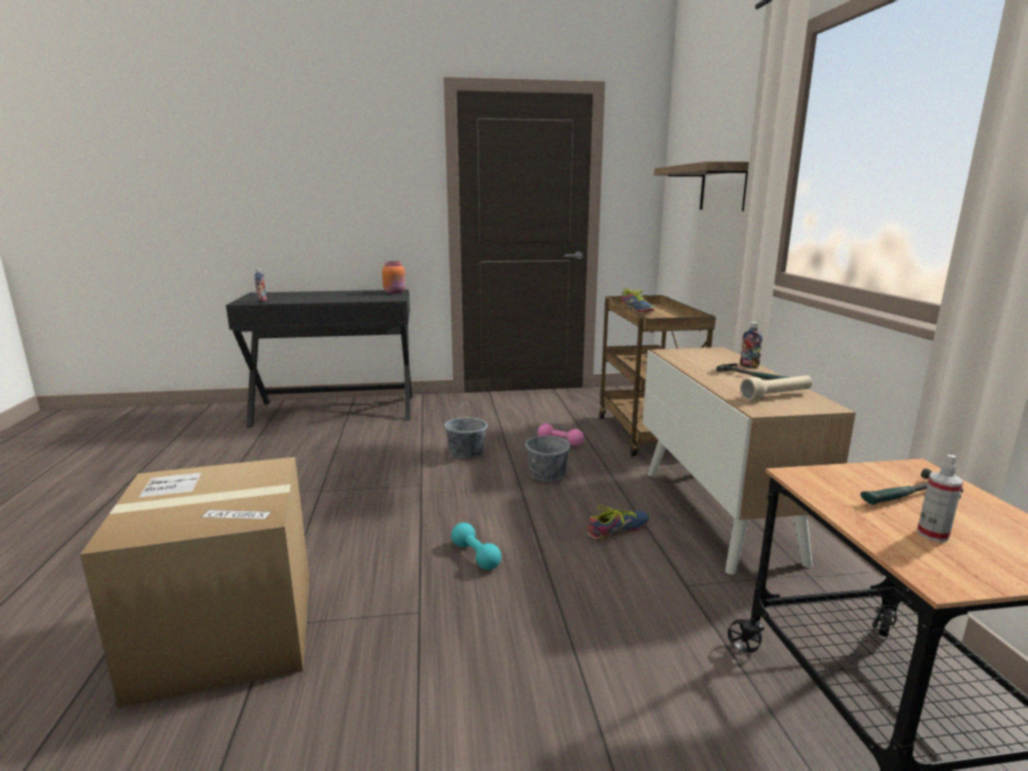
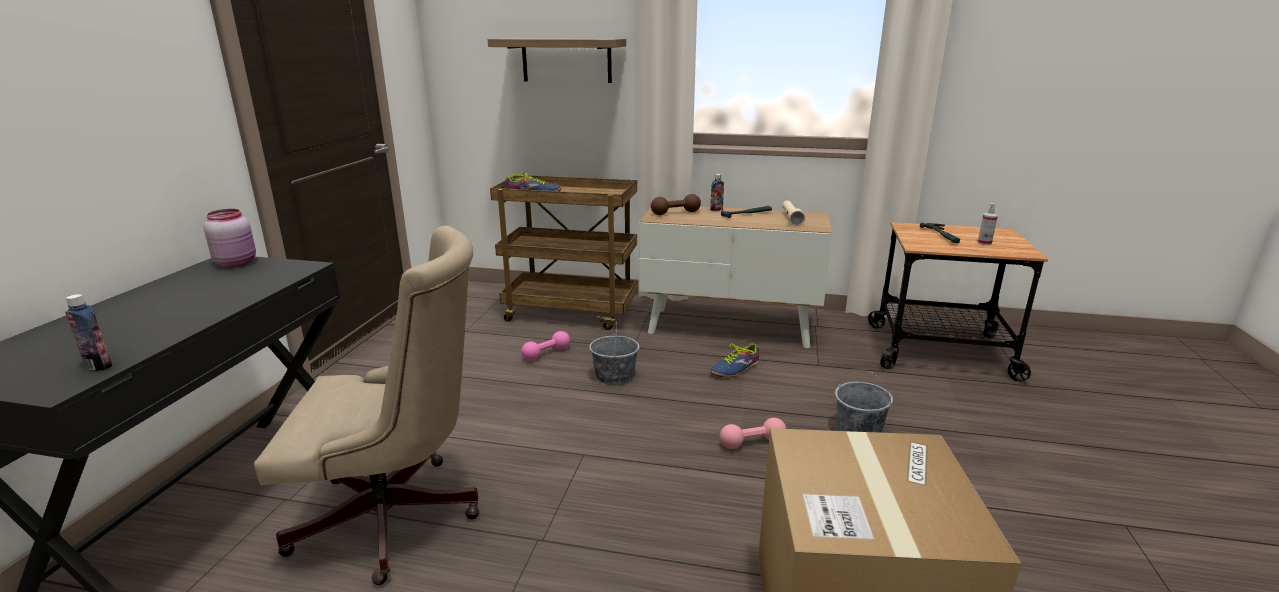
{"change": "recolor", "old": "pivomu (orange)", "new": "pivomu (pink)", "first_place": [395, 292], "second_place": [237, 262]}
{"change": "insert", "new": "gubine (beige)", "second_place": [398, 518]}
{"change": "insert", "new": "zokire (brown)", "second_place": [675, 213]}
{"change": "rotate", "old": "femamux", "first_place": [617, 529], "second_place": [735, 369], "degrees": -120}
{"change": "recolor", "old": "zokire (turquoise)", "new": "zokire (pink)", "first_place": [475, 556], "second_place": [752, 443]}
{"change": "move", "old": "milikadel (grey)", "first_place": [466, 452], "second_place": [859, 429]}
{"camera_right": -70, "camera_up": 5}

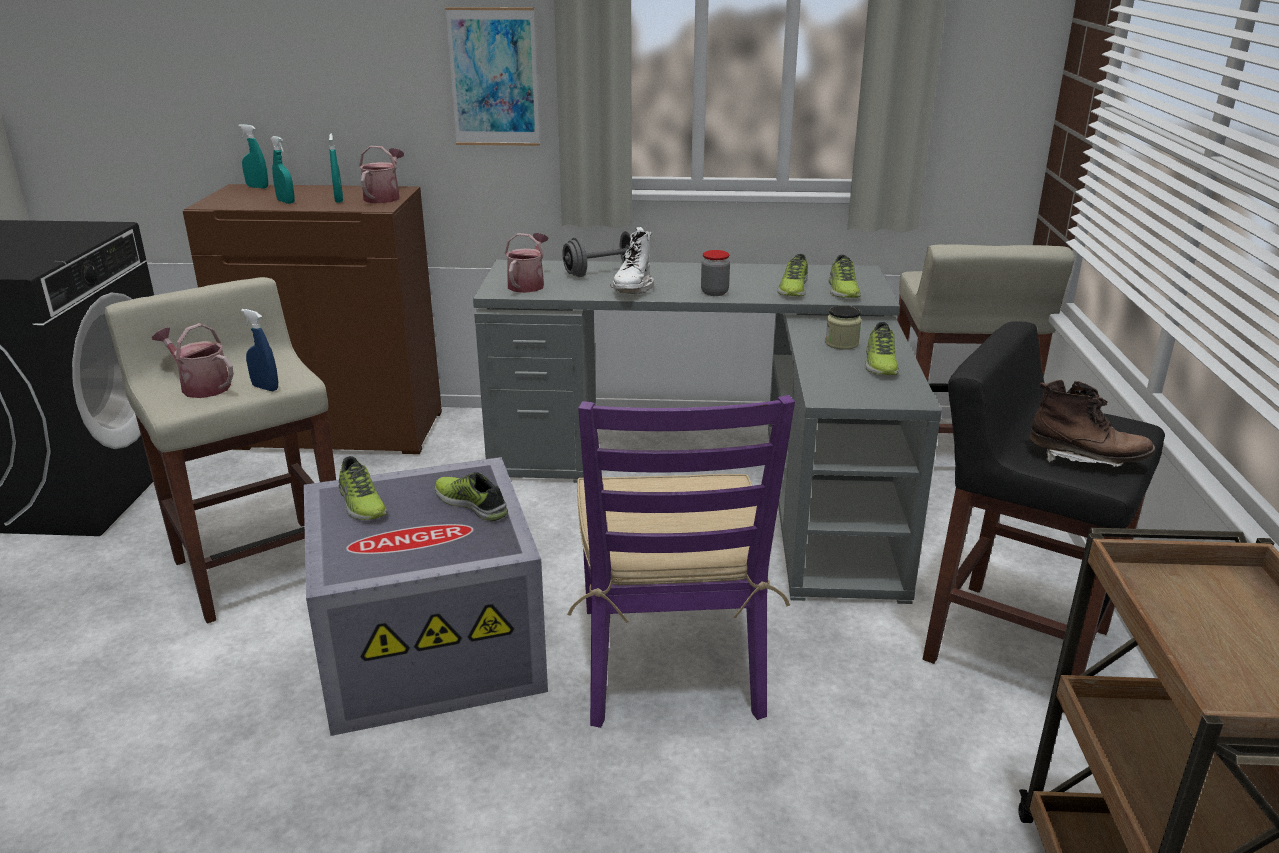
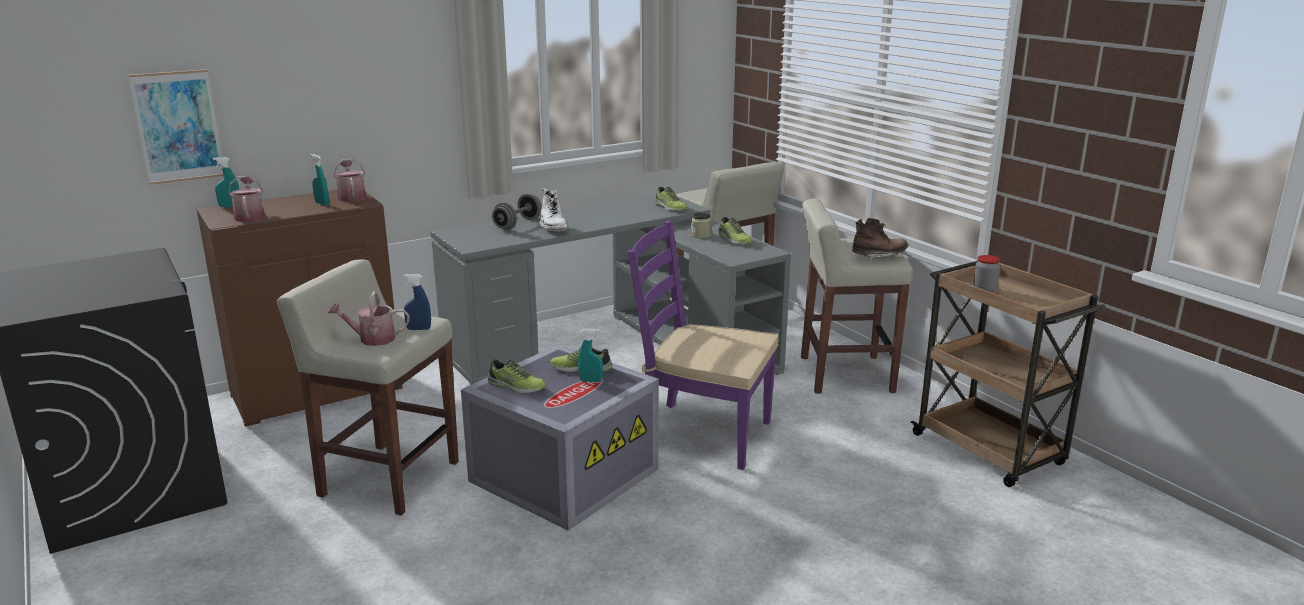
{"change": "move", "old": "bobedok", "first_place": [494, 77], "second_place": [178, 126]}
{"change": "move", "old": "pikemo", "first_place": [528, 284], "second_place": [250, 216]}
{"change": "move", "old": "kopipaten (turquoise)", "first_place": [286, 202], "second_place": [590, 381]}
{"change": "rotate", "old": "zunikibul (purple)", "first_place": [670, 661], "second_place": [702, 434], "degrees": 150}
{"change": "recolor", "old": "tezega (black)", "new": "tezega (beige)", "first_place": [1013, 644], "second_place": [844, 374]}
{"change": "move", "old": "pivomu", "first_place": [714, 292], "second_place": [984, 289]}
{"change": "delete", "old": "femamux", "first_place": [793, 289]}
{"camera_right": -35, "camera_up": -5}

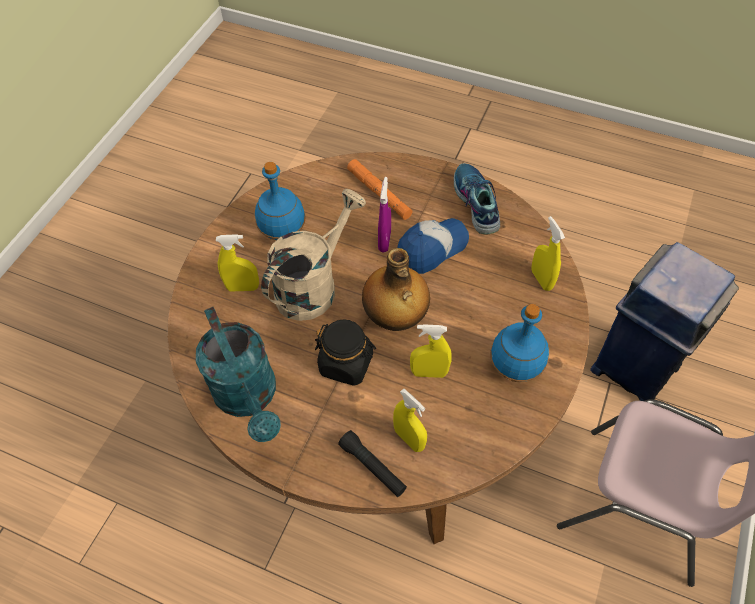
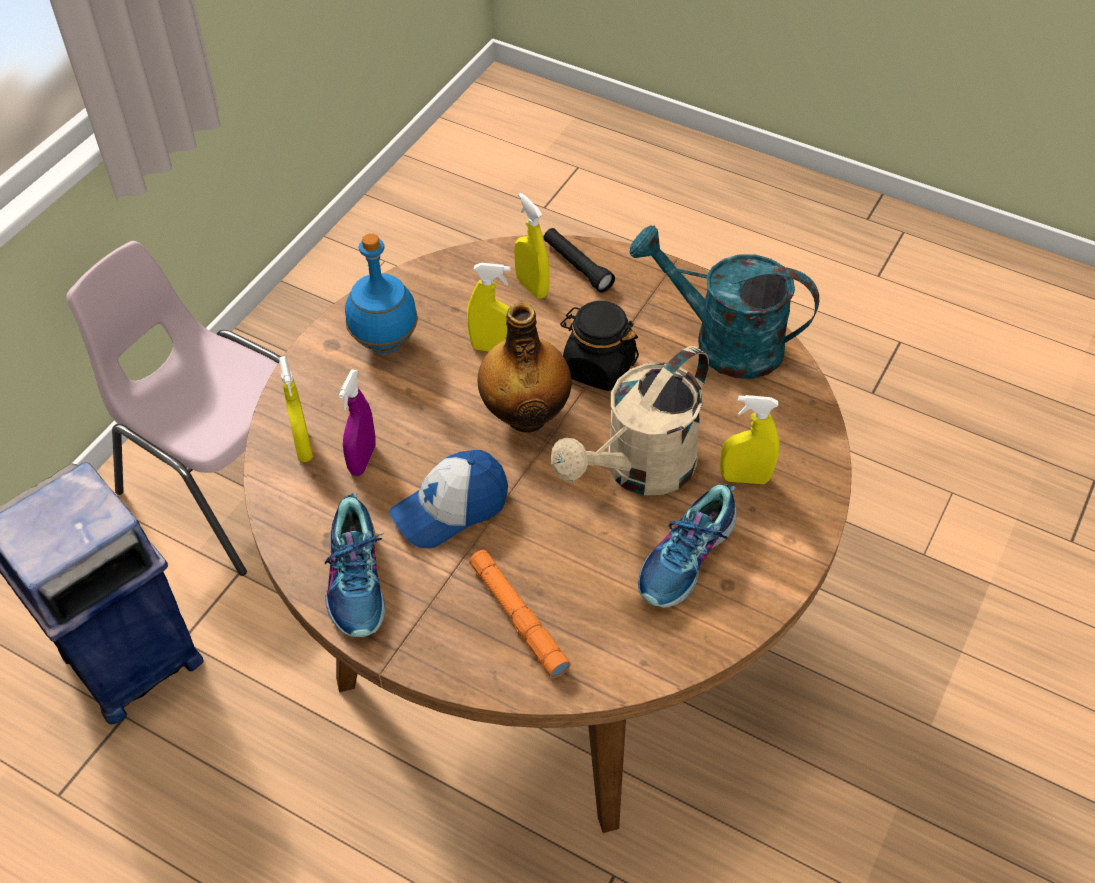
{"change": "move", "old": "kopipaten (purple)", "first_place": [384, 241], "second_place": [362, 459]}
{"change": "rotate", "old": "pikemo (turquoise)", "first_place": [249, 397], "second_place": [722, 342], "degrees": -45}
{"change": "replace", "old": "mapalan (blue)", "new": "femamux", "first_place": [282, 234], "second_place": [688, 558]}
{"camera_right": -175, "camera_up": -5}

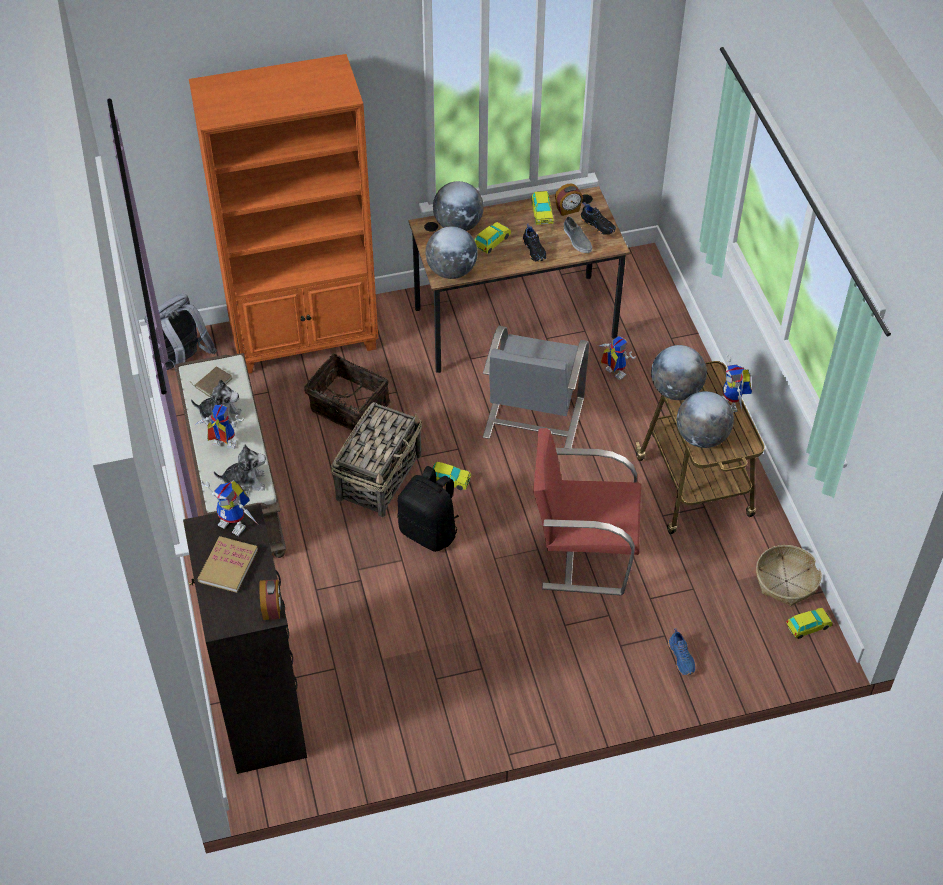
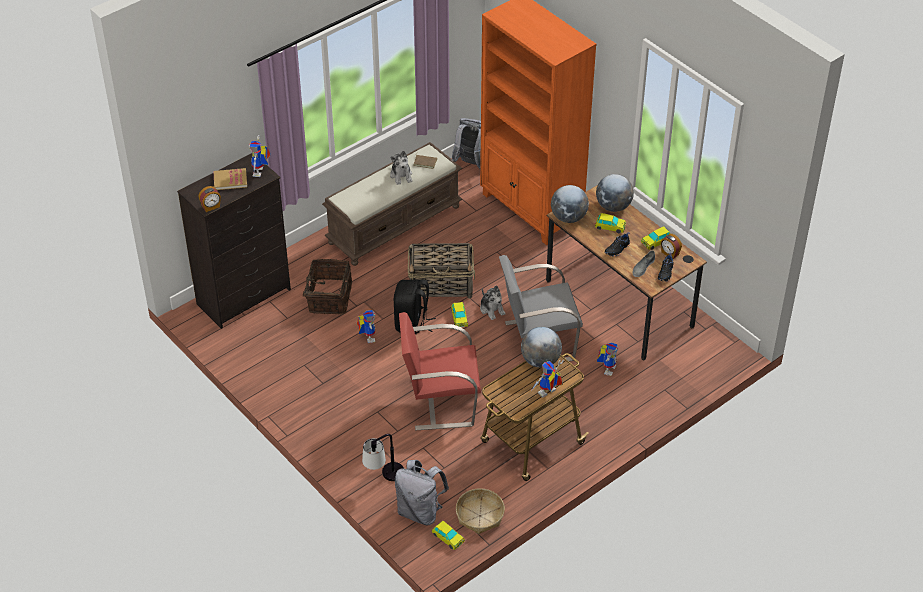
{"change": "move", "old": "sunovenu", "first_place": [348, 408], "second_place": [328, 297]}
{"change": "move", "old": "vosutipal", "first_place": [221, 445], "second_place": [367, 336]}
{"change": "replace", "old": "femamux (blue)", "new": "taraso", "first_place": [682, 658], "second_place": [384, 478]}
{"change": "insert", "new": "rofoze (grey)", "second_place": [420, 511]}
{"change": "rotate", "old": "zunikibul (red)", "first_place": [582, 553], "second_place": [440, 402], "degrees": -75}
{"change": "move", "old": "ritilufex", "first_place": [245, 482], "second_place": [492, 309]}
{"change": "delete", "old": "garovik", "first_place": [701, 437]}
{"camera_right": 65, "camera_up": -5}

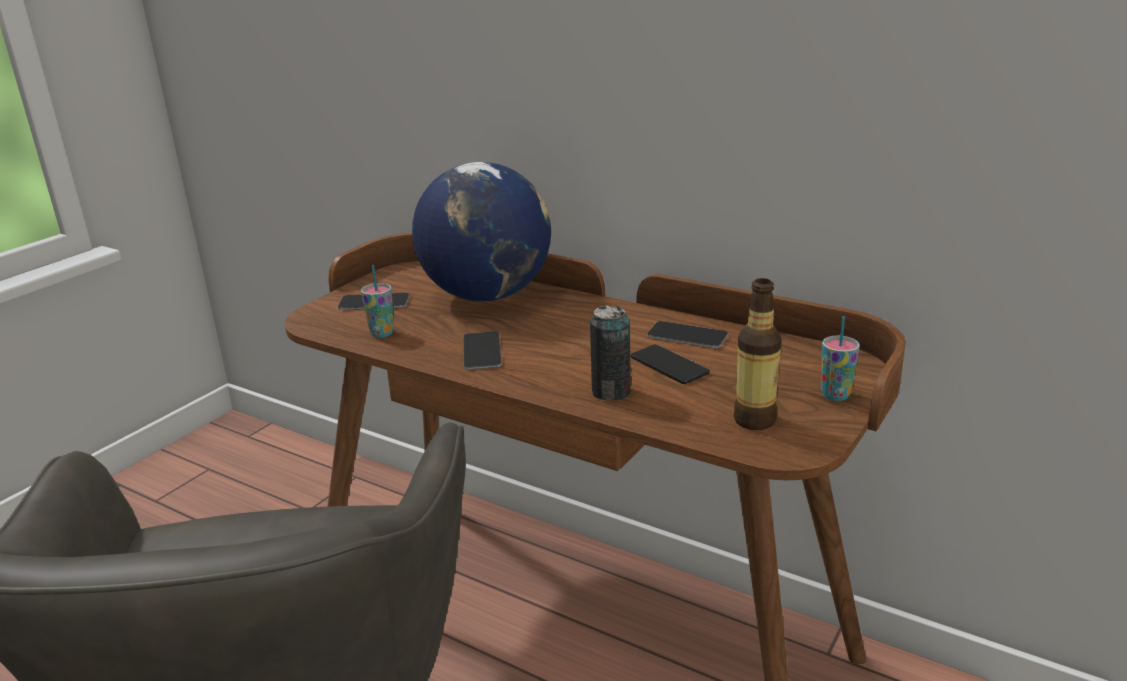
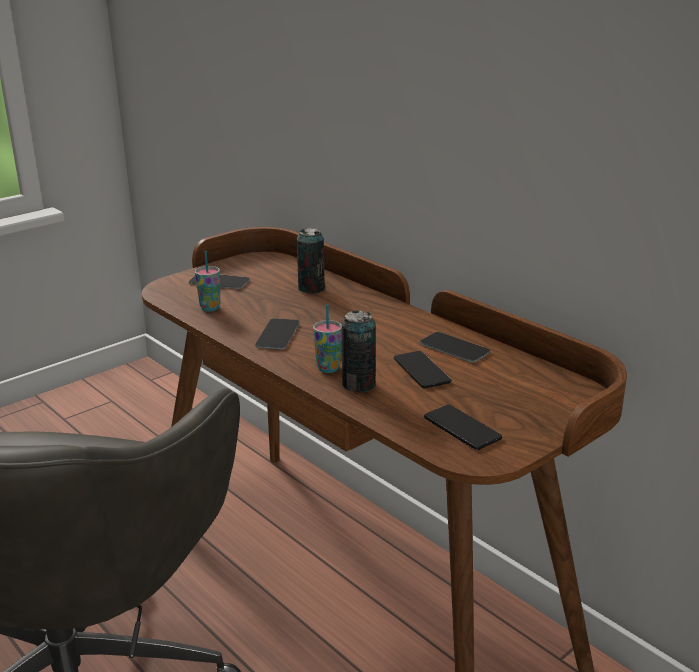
{"change": "replace", "old": "garovik", "new": "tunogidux", "first_place": [487, 295], "second_place": [311, 289]}
{"change": "move", "old": "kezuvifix", "first_place": [835, 395], "second_place": [328, 368]}
{"change": "replace", "old": "mapalan", "new": "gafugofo", "first_place": [754, 420], "second_place": [462, 428]}
{"camera_right": 15, "camera_up": 0}

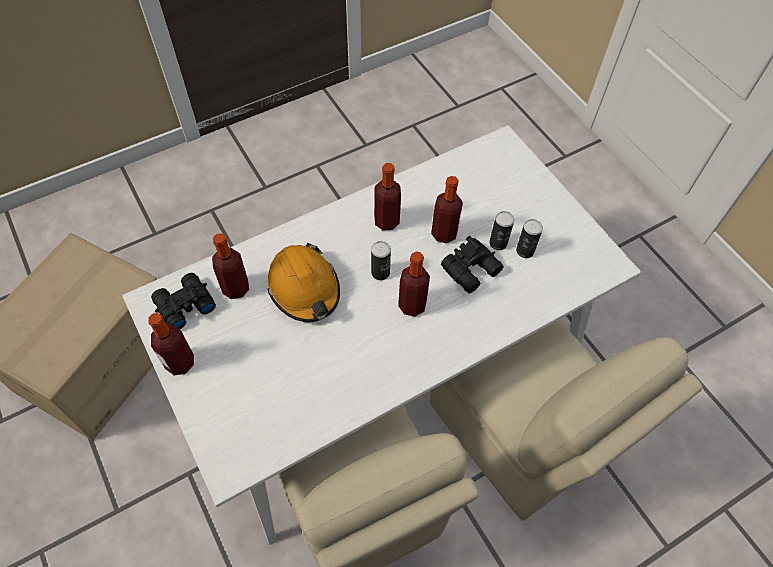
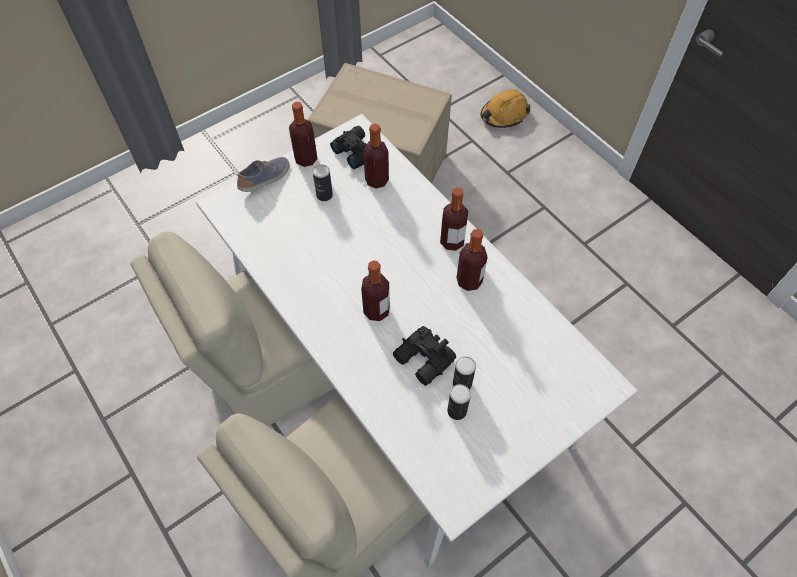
{"change": "insert", "new": "femamux", "second_place": [265, 179]}
{"change": "move", "old": "tunogidux", "first_place": [380, 272], "second_place": [324, 195]}
{"change": "move", "old": "mapalan", "first_place": [444, 233], "second_place": [452, 241]}
{"change": "move", "old": "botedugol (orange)", "first_place": [304, 288], "second_place": [504, 115]}
{"camera_right": 85, "camera_up": 0}

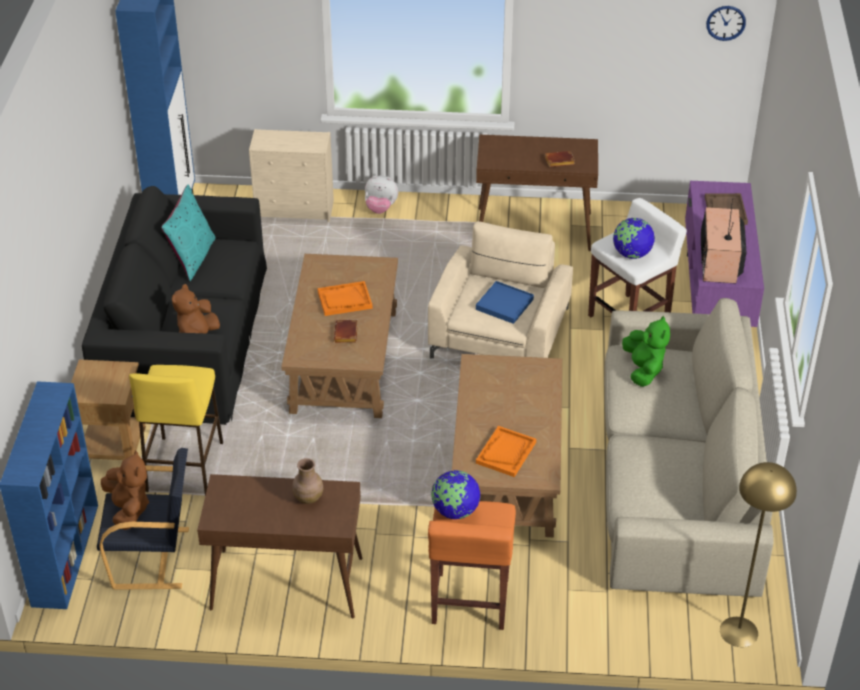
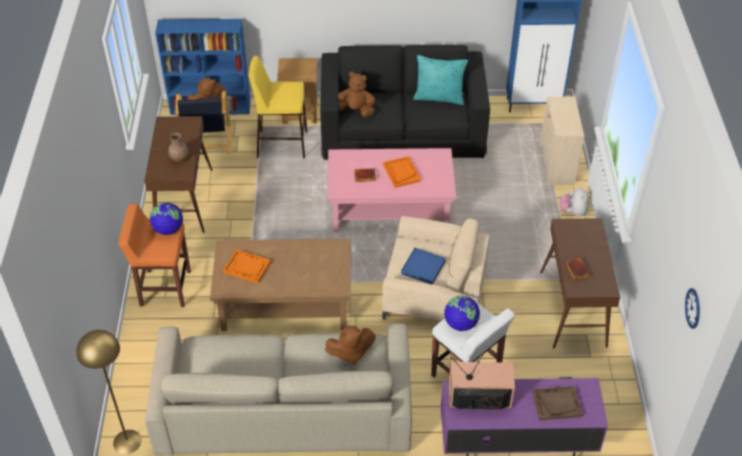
{"change": "recolor", "old": "ritilufex (green)", "new": "ritilufex (brown)", "first_place": [643, 370], "second_place": [350, 353]}
{"change": "recolor", "old": "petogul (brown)", "new": "petogul (pink)", "first_place": [343, 361], "second_place": [390, 207]}
{"camera_right": 85, "camera_up": 5}

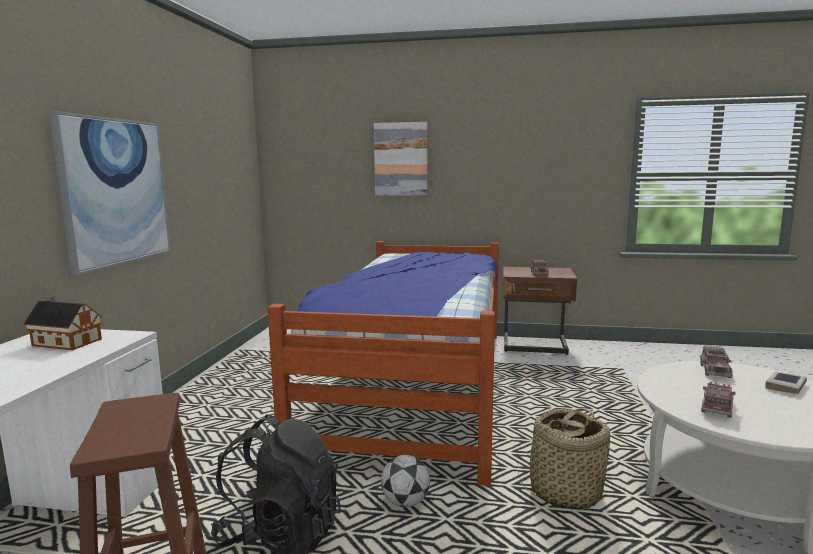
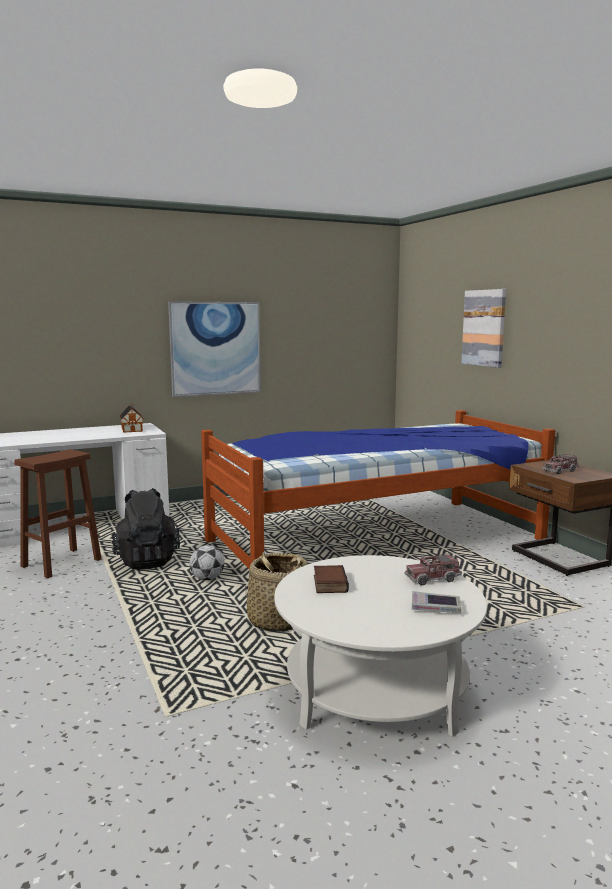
{"change": "replace", "old": "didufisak", "new": "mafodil", "first_place": [717, 408], "second_place": [328, 583]}
{"camera_right": 55, "camera_up": 0}

